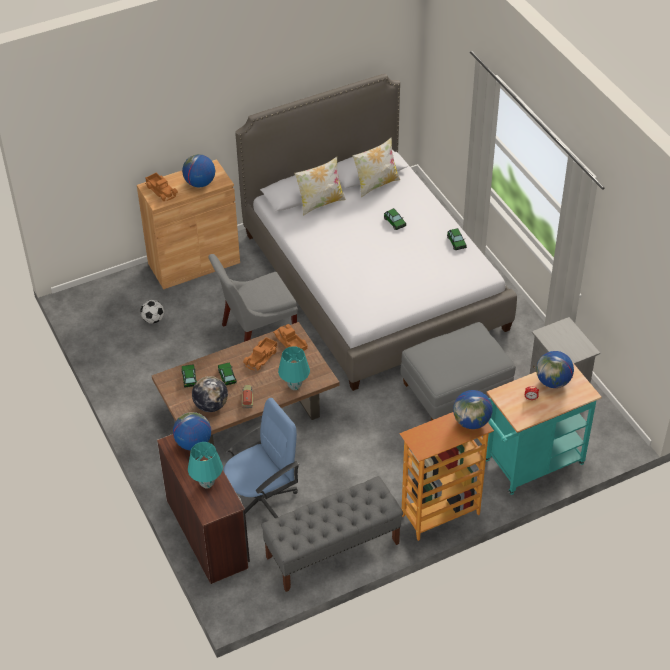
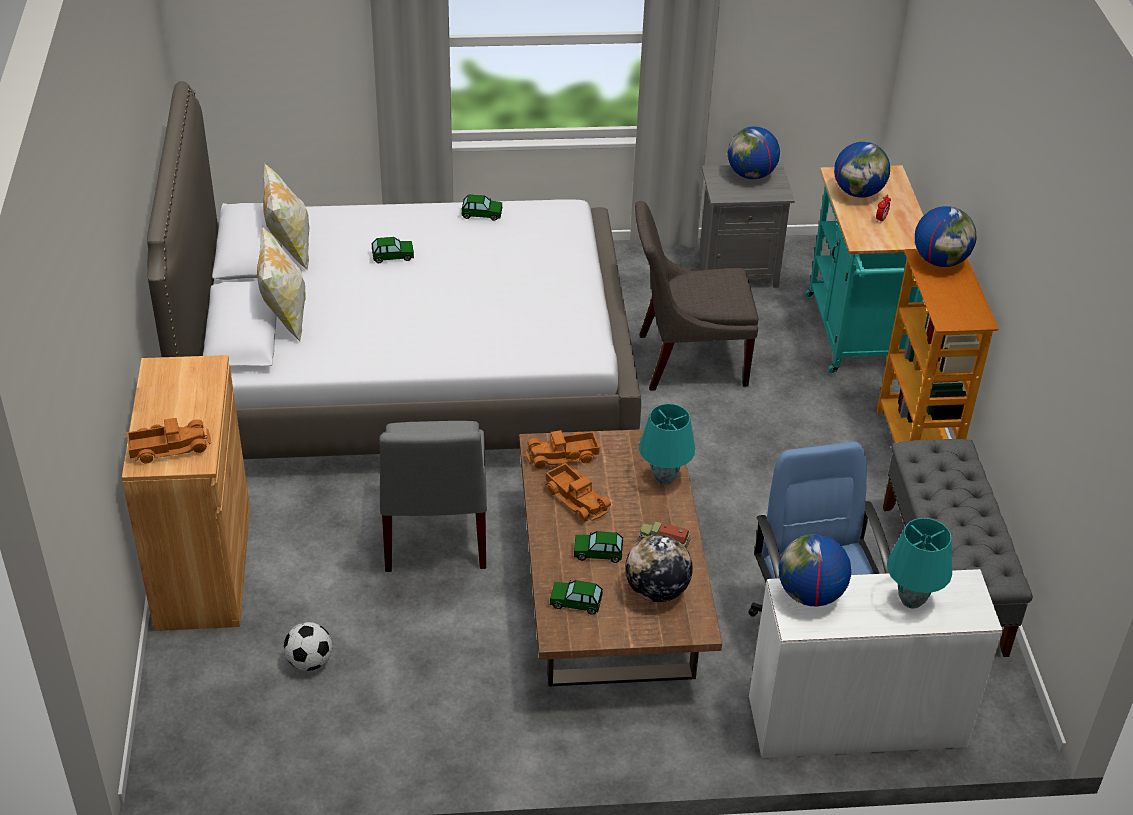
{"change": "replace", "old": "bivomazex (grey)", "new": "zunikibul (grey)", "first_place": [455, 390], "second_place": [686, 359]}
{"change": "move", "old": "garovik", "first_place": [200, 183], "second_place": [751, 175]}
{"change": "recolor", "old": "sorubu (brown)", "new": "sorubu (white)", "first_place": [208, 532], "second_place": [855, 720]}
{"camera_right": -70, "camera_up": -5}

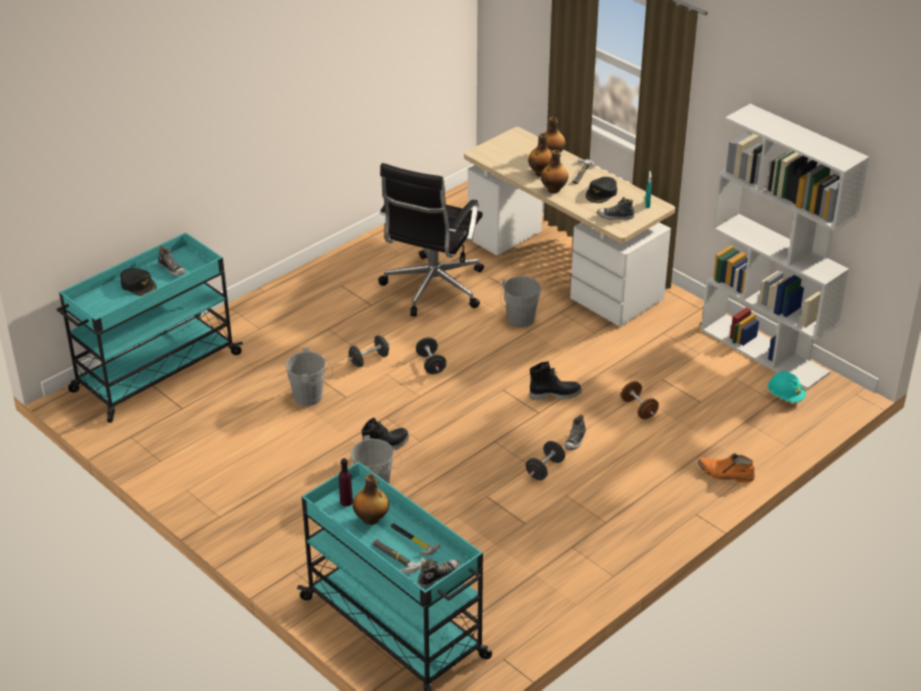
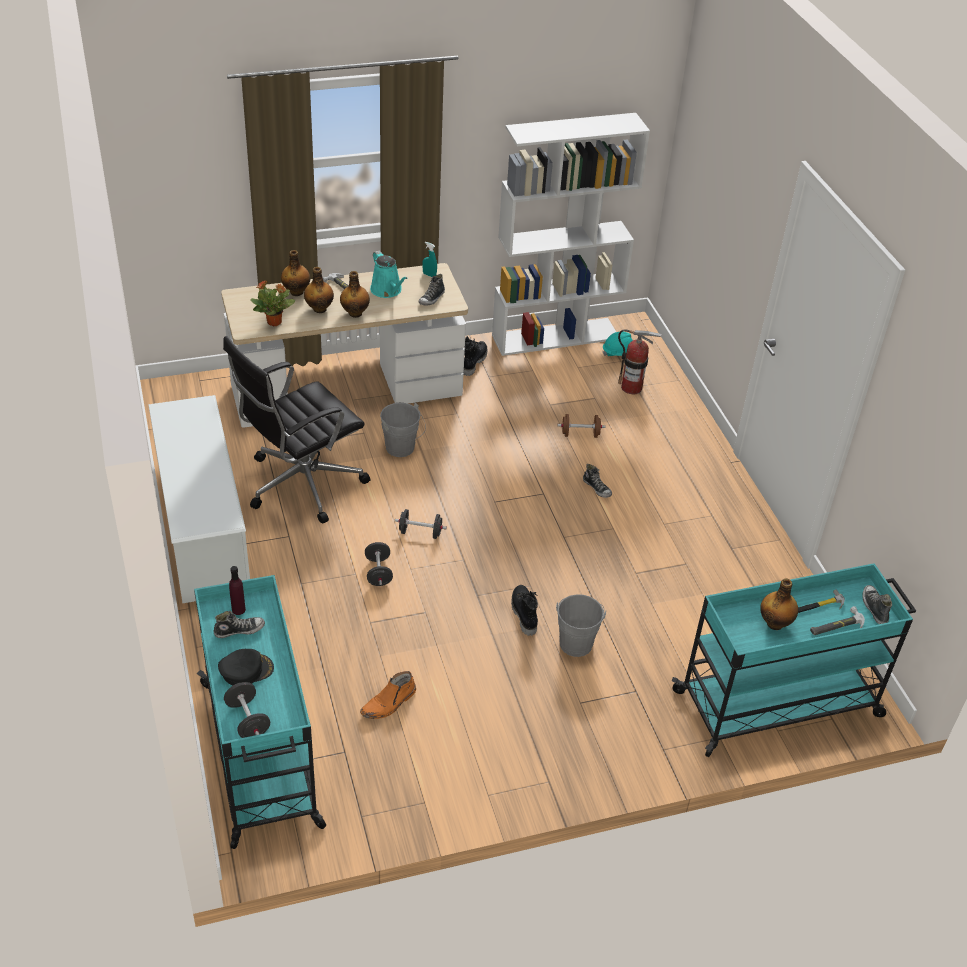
{"change": "insert", "new": "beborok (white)", "second_place": [203, 530]}
{"change": "rotate", "old": "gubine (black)", "first_place": [432, 289], "second_place": [301, 484], "degrees": 90}
{"change": "move", "old": "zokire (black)", "first_place": [545, 469], "second_place": [248, 720]}
{"change": "move", "old": "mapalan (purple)", "first_place": [346, 502], "second_place": [238, 610]}
{"change": "insert", "new": "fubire", "second_place": [275, 322]}
{"change": "move", "old": "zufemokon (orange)", "first_place": [725, 473], "second_place": [389, 703]}
{"change": "replace", "old": "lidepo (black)", "new": "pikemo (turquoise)", "first_place": [601, 193], "second_place": [387, 290]}
{"change": "move", "old": "zufemokon (black)", "first_place": [555, 394], "second_place": [473, 362]}
{"change": "insert", "new": "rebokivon", "second_place": [631, 387]}
{"change": "delete", "old": "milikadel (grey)", "first_place": [311, 397]}
{"camera_right": -65, "camera_up": 5}

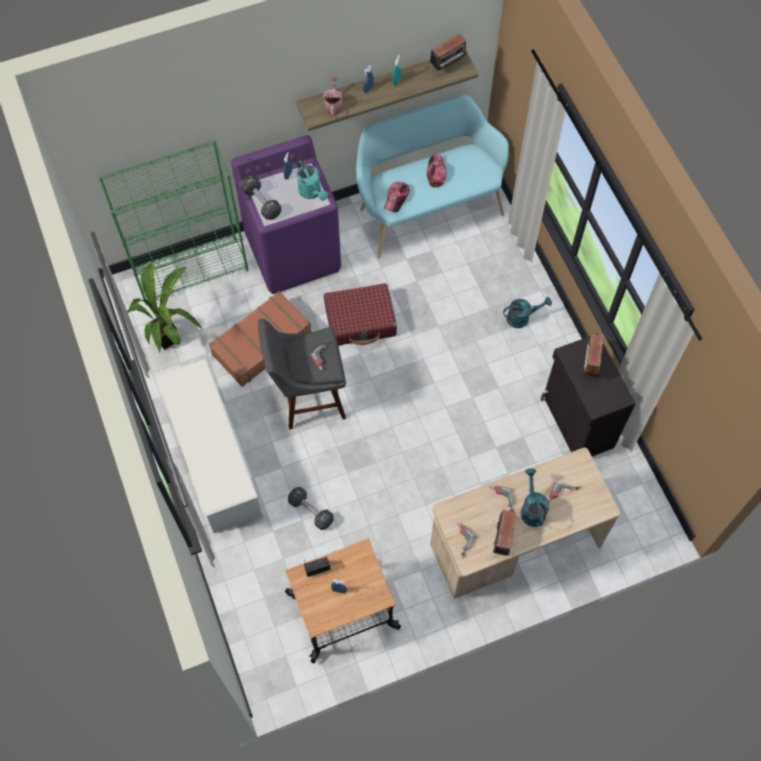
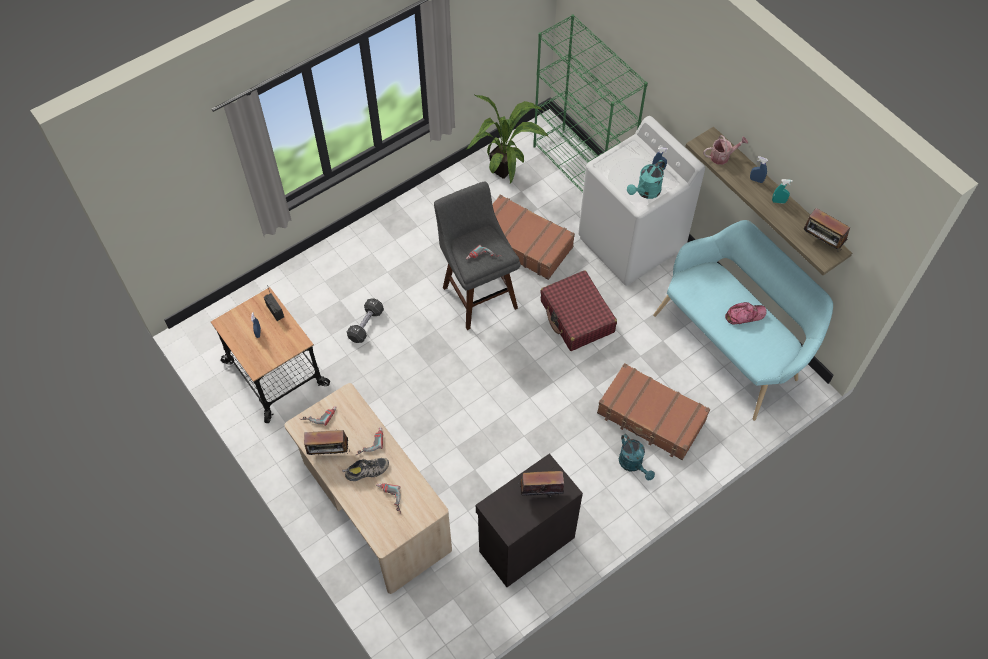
{"change": "replace", "old": "pikemo (turquoise)", "new": "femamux", "first_place": [531, 508], "second_place": [367, 471]}
{"change": "recolor", "old": "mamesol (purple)", "new": "mamesol (white)", "first_place": [294, 253], "second_place": [631, 243]}
{"change": "insert", "new": "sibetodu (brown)", "second_place": [651, 417]}
{"change": "delete", "old": "beborok (white)", "first_place": [215, 461]}
{"change": "delete", "old": "zokire (black)", "first_place": [261, 203]}
{"change": "delete", "old": "lidepo", "first_place": [396, 198]}
{"camera_right": 75, "camera_up": -5}

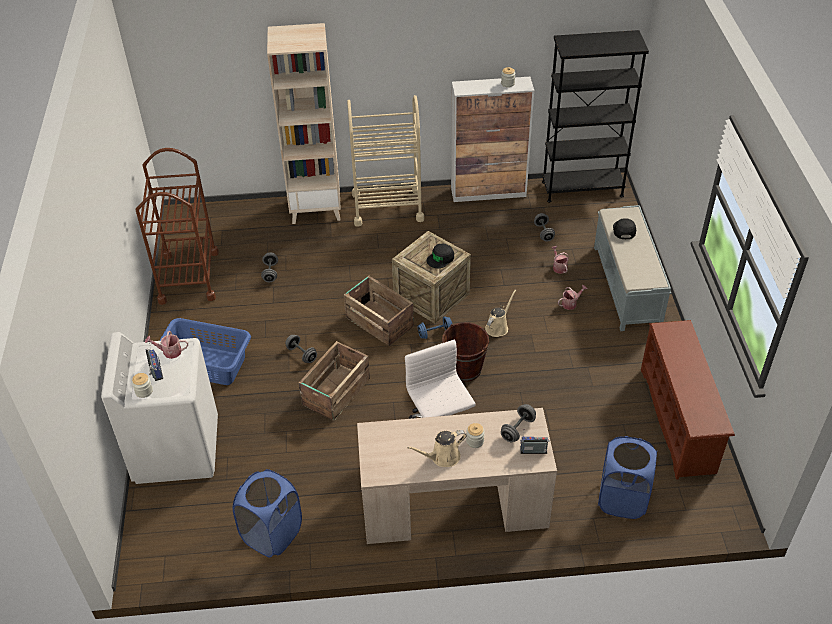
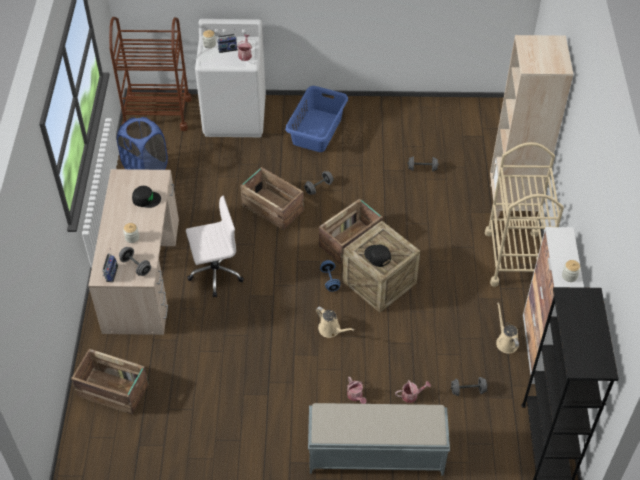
{"change": "replace", "old": "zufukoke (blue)", "new": "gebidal", "first_place": [622, 499], "second_place": [114, 391]}
{"change": "move", "old": "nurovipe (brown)", "first_place": [189, 277], "second_place": [157, 113]}
{"change": "move", "old": "lidepo (black)", "first_place": [624, 230], "second_place": [146, 199]}
{"change": "move", "old": "pikemo (beige)", "first_place": [442, 457], "second_place": [506, 341]}
{"change": "delete", "old": "milikadel (brown)", "first_place": [464, 369]}
{"change": "delete", "old": "beborok (brown)", "first_place": [678, 420]}
{"camera_right": 95, "camera_up": 5}

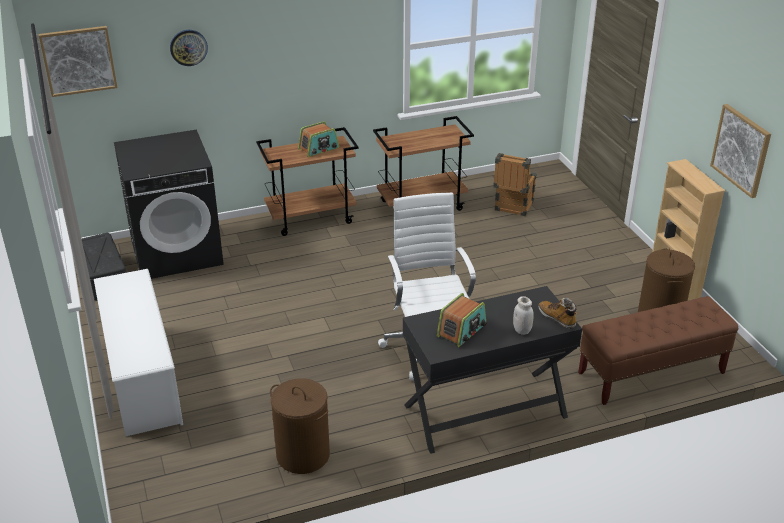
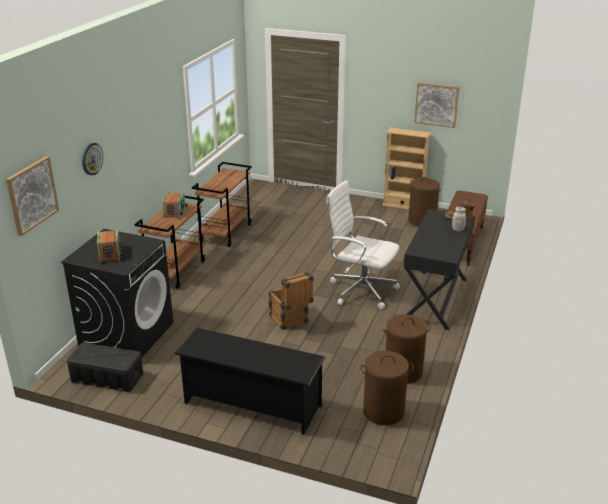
{"change": "move", "old": "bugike", "first_place": [462, 330], "second_place": [110, 254]}
{"change": "recolor", "old": "beborok (white)", "new": "beborok (black)", "first_place": [142, 378], "second_place": [251, 404]}
{"change": "move", "old": "gebidal", "first_place": [512, 208], "second_place": [290, 321]}
{"change": "insert", "new": "zufukoke (brown)", "second_place": [383, 411]}
{"camera_right": -50, "camera_up": -5}

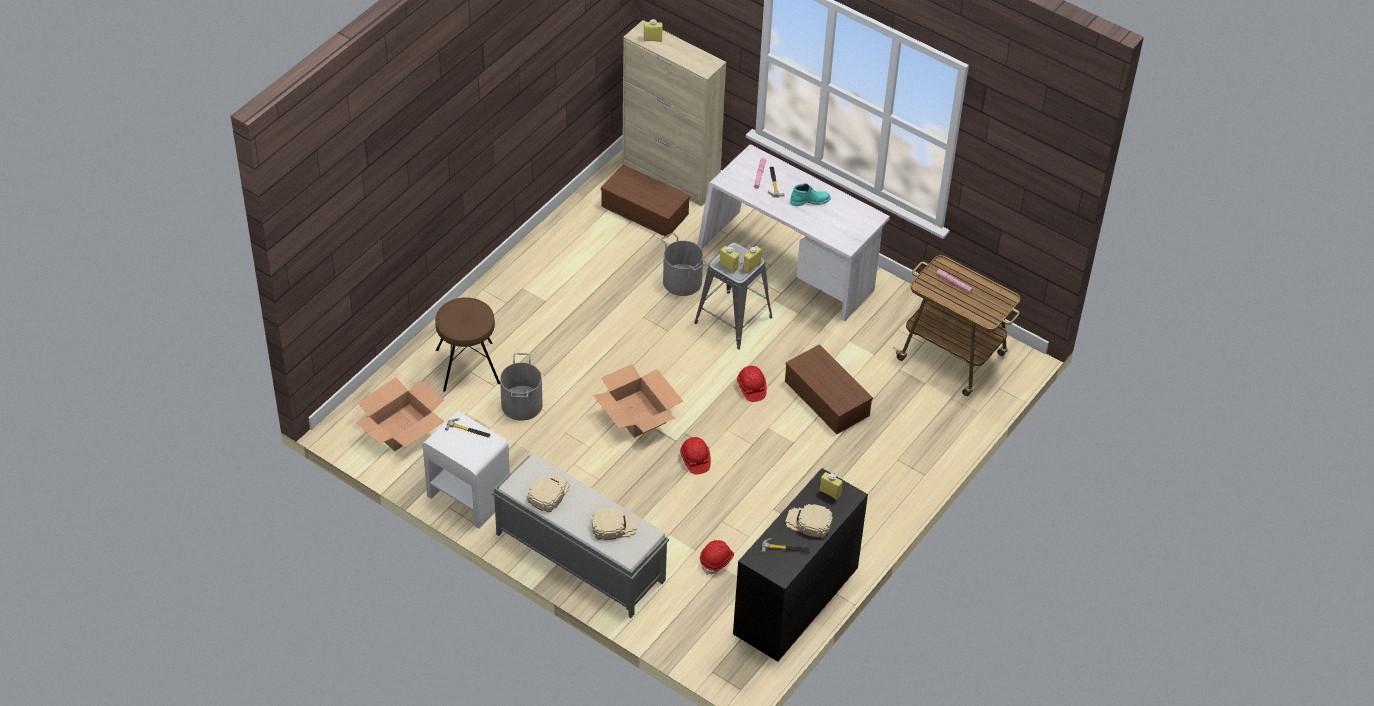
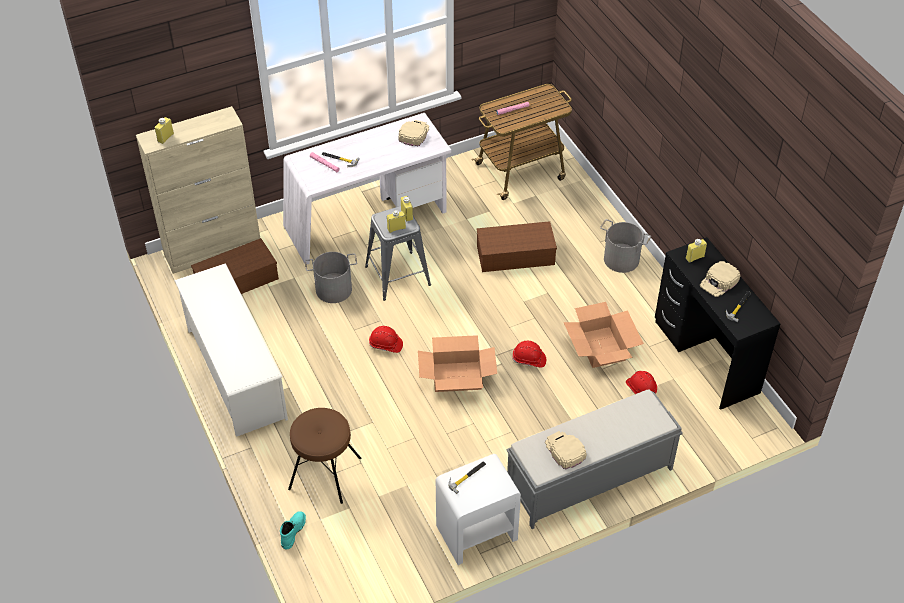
{"change": "insert", "new": "beborok (white)", "second_place": [235, 373]}
{"change": "move", "old": "zufemokon (turquoise)", "first_place": [810, 200], "second_place": [292, 531]}
{"change": "move", "old": "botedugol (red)", "first_place": [751, 388], "second_place": [386, 345]}
{"change": "move", "old": "lidepo (beige)", "first_place": [613, 526], "second_place": [414, 134]}
{"change": "move", "old": "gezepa", "first_place": [402, 427], "second_place": [601, 347]}
{"change": "move", "old": "milikadel (grey)", "first_place": [521, 404], "second_place": [621, 260]}
{"camera_right": -60, "camera_up": 0}

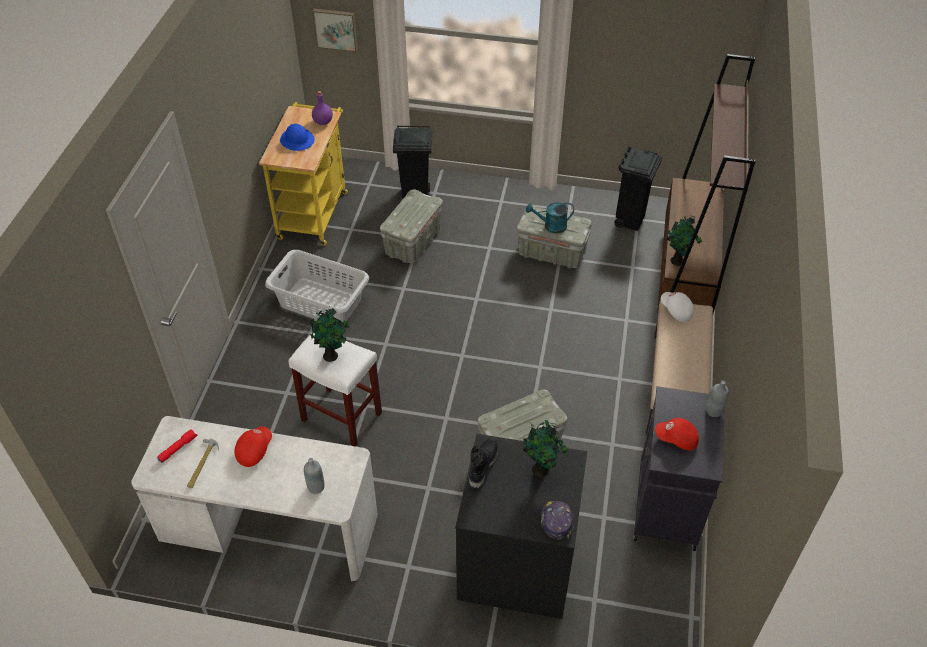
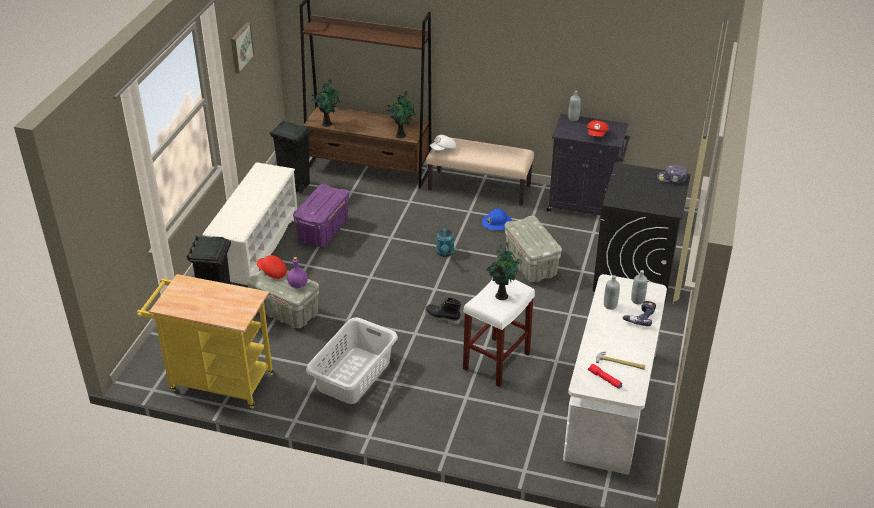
{"change": "insert", "new": "beborok (white)", "second_place": [256, 246]}
{"change": "move", "old": "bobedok", "first_place": [335, 29], "second_place": [240, 47]}
{"change": "move", "old": "lidepo (red)", "first_place": [254, 450], "second_place": [272, 272]}
{"change": "move", "old": "mapalan (purple)", "first_place": [323, 122], "second_place": [298, 284]}
{"change": "recolor", "old": "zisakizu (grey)", "new": "zisakizu (purple)", "first_place": [552, 253], "second_place": [323, 230]}
{"change": "move", "old": "fubire", "first_place": [542, 470], "second_place": [327, 123]}
{"change": "move", "old": "zufemokon (black)", "first_place": [482, 465], "second_place": [442, 318]}
{"change": "move", "old": "pikemo (turquoise)", "first_place": [551, 226], "second_place": [445, 253]}
{"change": "move", "old": "botedugol (blue)", "first_place": [297, 140], "second_place": [496, 222]}
{"change": "insert", "new": "mapalan (grey)", "second_place": [610, 305]}
{"change": "insert", "new": "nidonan", "second_place": [639, 317]}
{"camera_right": -85, "camera_up": -10}

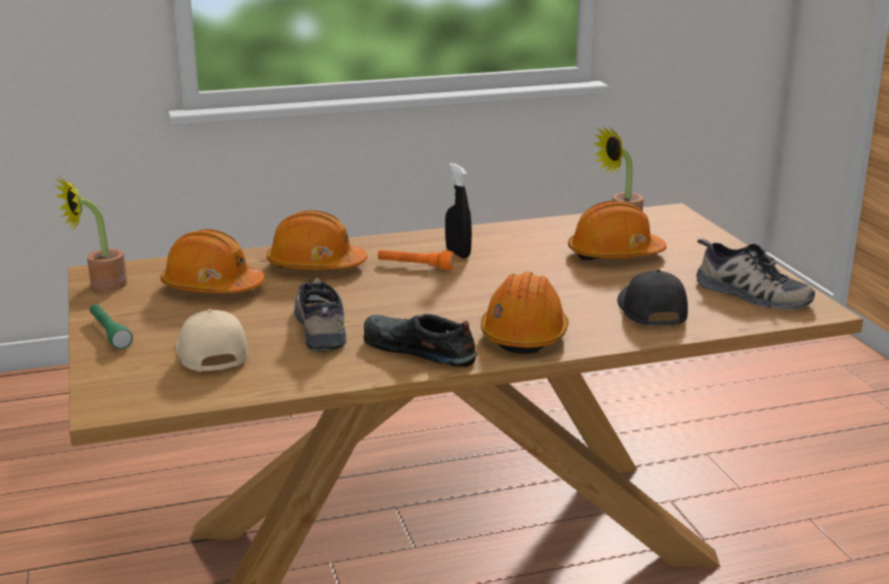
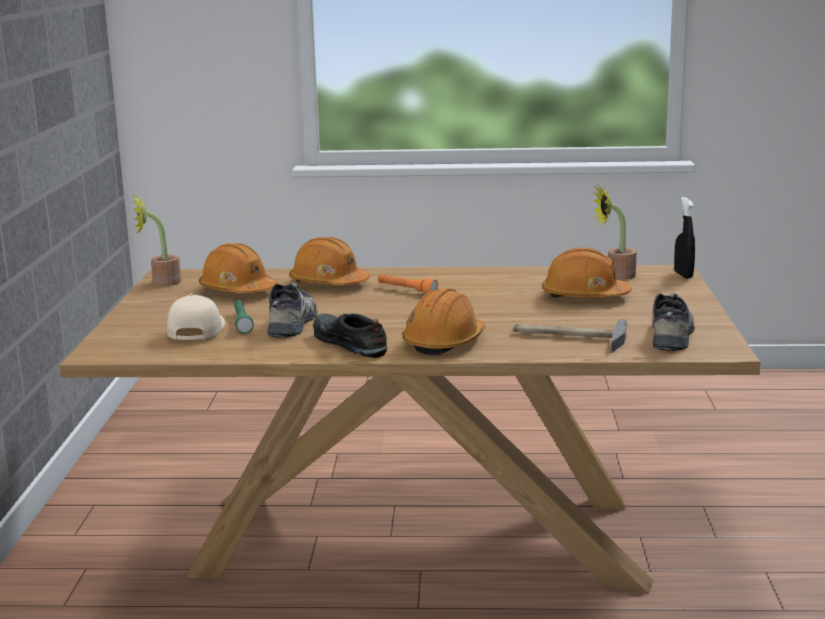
{"change": "move", "old": "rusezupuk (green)", "first_place": [109, 333], "second_place": [242, 322]}
{"change": "replace", "old": "lidepo (black)", "new": "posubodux", "first_place": [650, 311], "second_place": [568, 337]}
{"change": "rotate", "old": "femamux", "first_place": [749, 294], "second_place": [673, 334], "degrees": -135}
{"change": "move", "old": "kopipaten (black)", "first_place": [458, 253], "second_place": [683, 275]}
{"camera_right": 20, "camera_up": -5}

